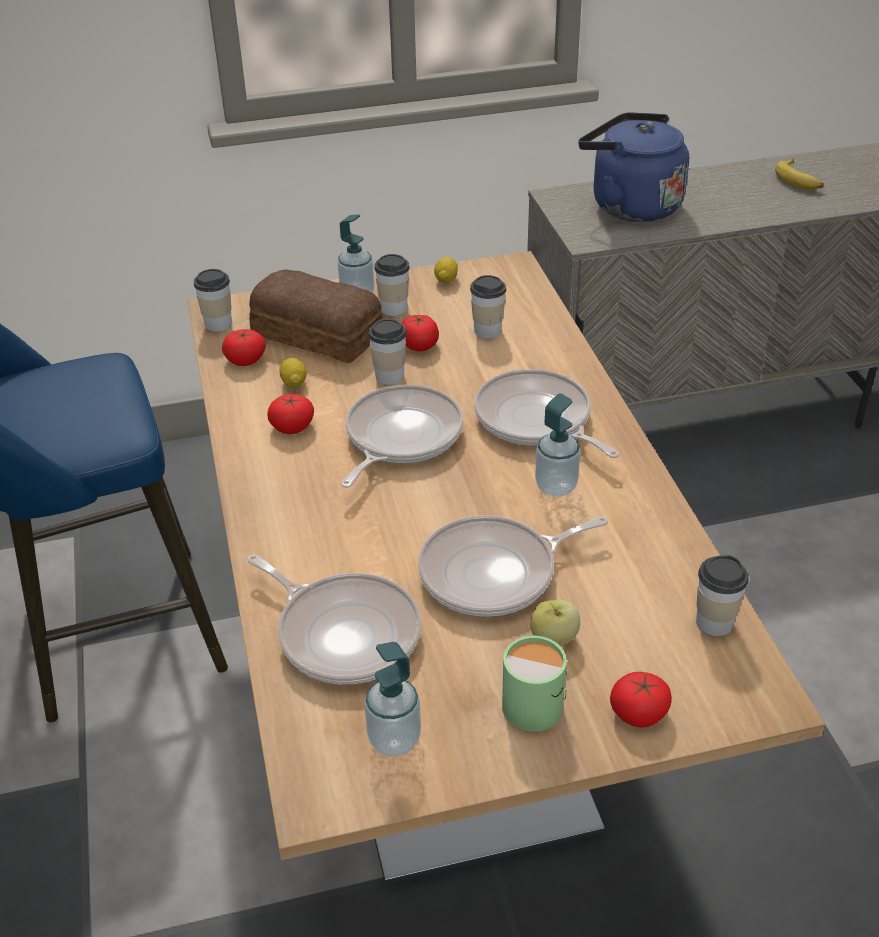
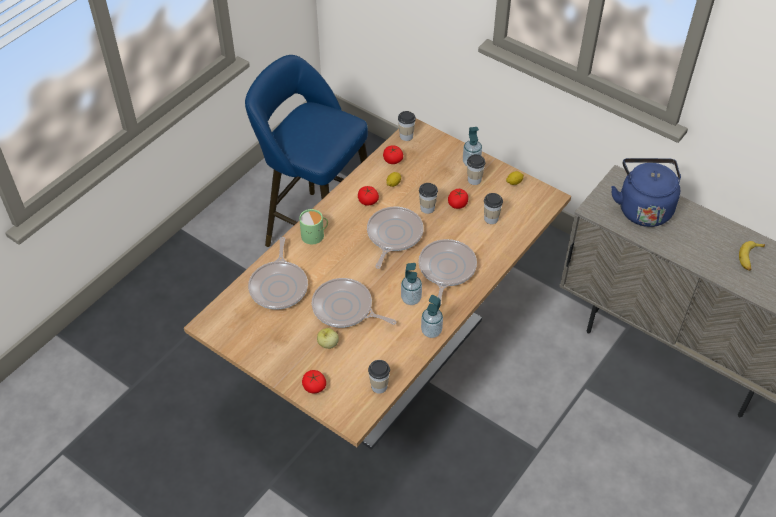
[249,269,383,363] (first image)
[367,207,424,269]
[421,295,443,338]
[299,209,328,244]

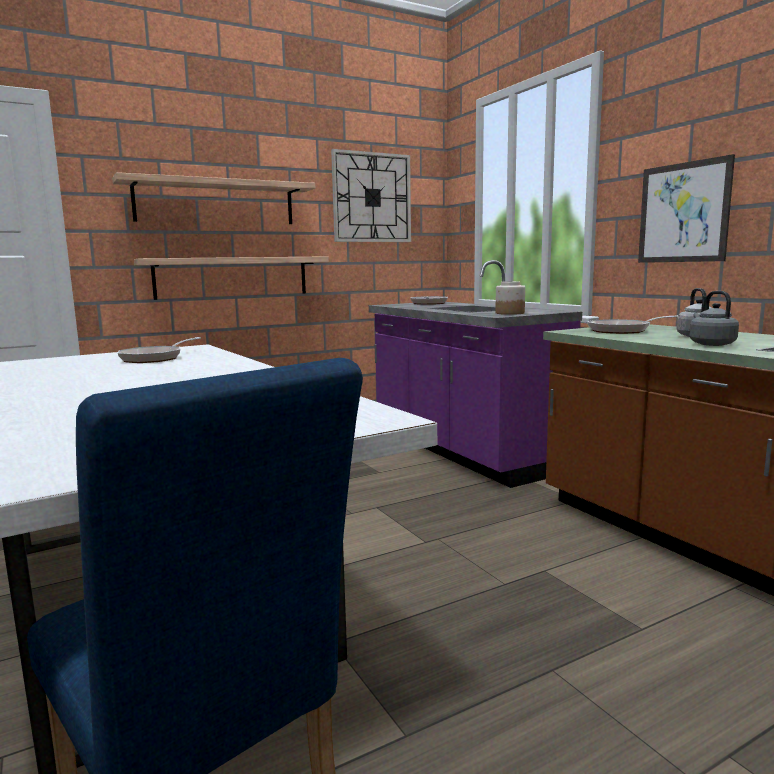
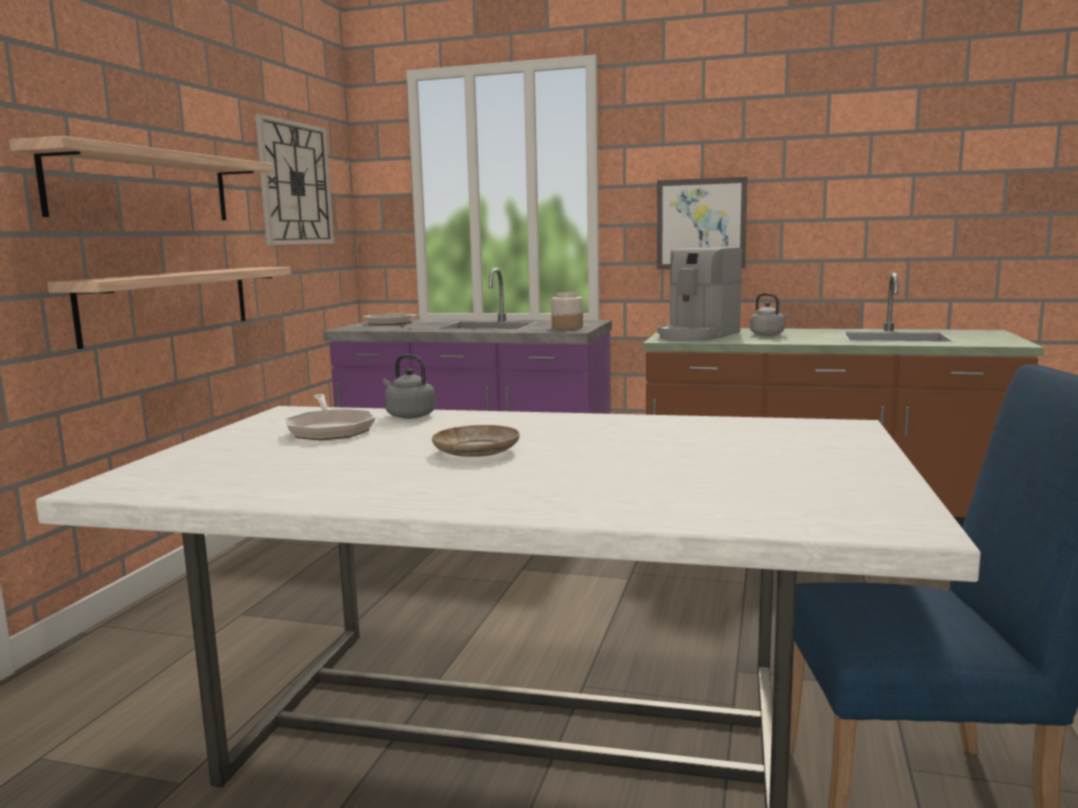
[657,247,742,341]
[383,355,436,419]
[432,425,520,457]

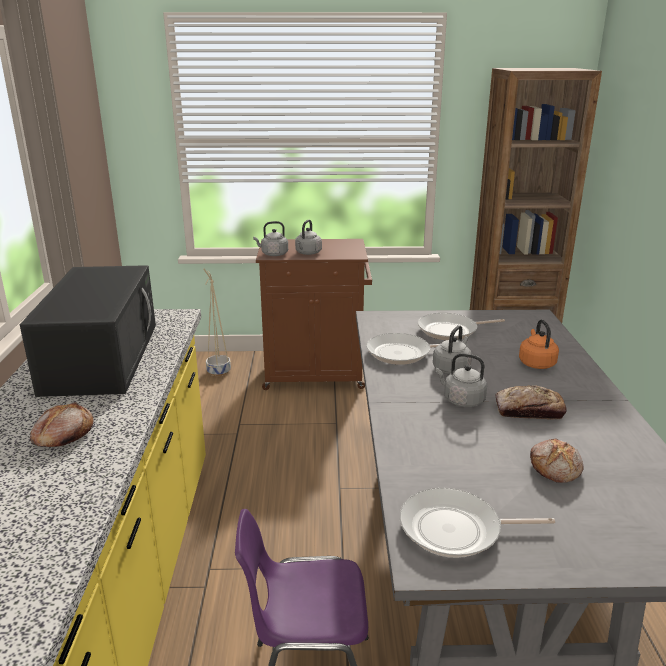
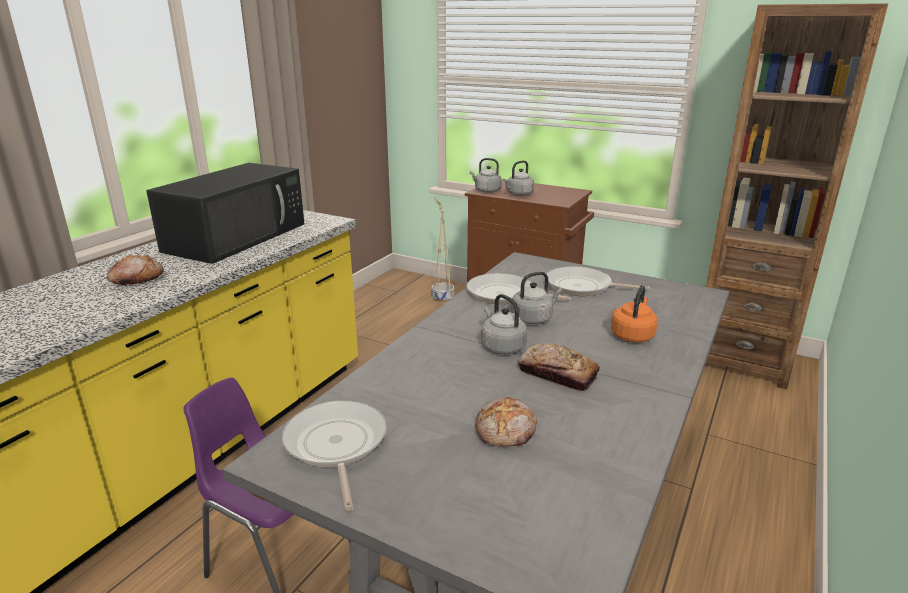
[282,400,387,511]

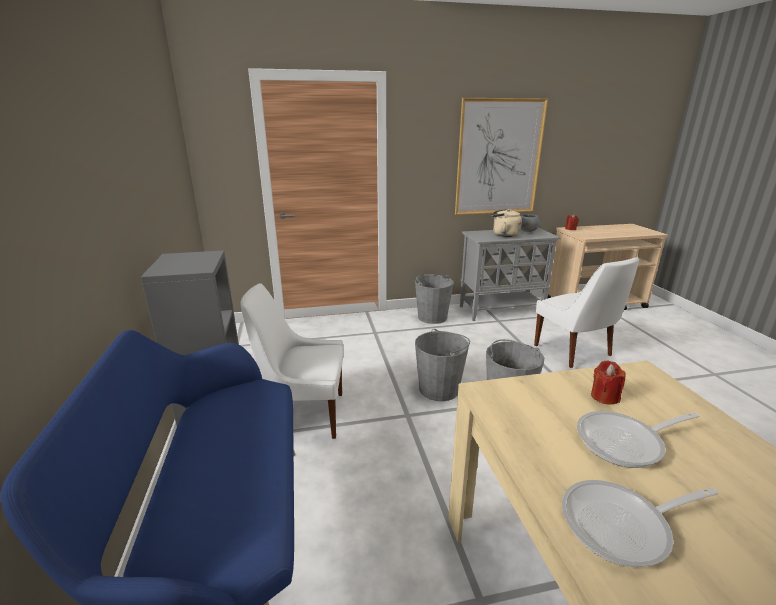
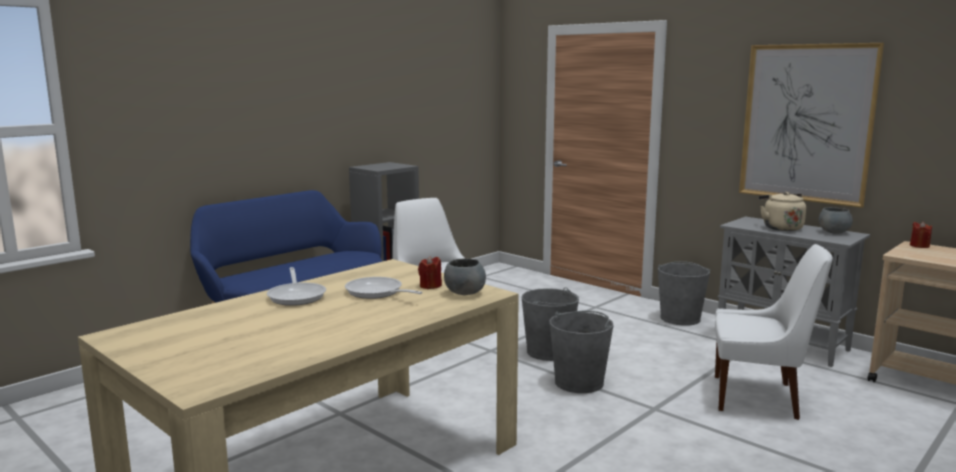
[715,244,833,420]
[267,267,326,306]
[444,259,486,295]

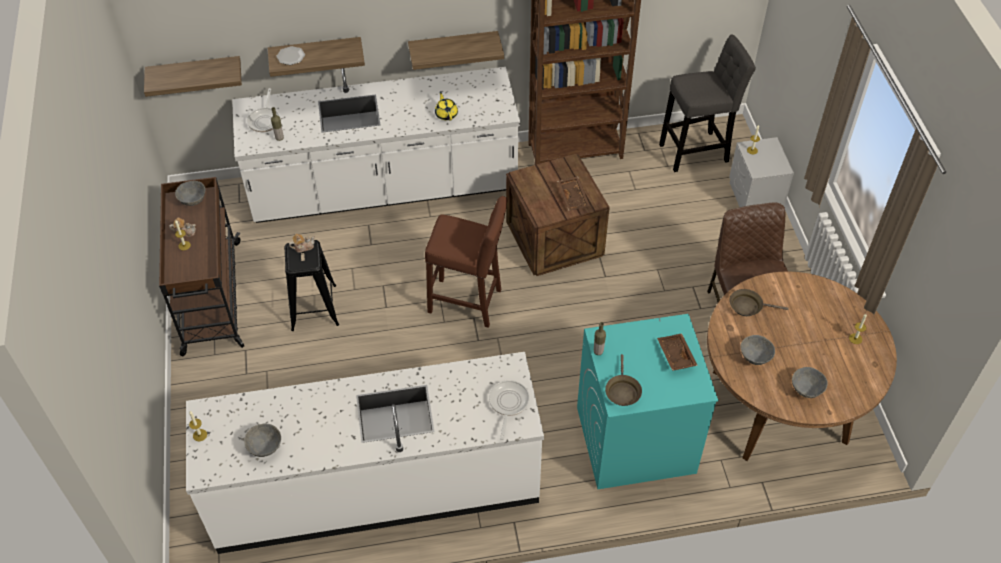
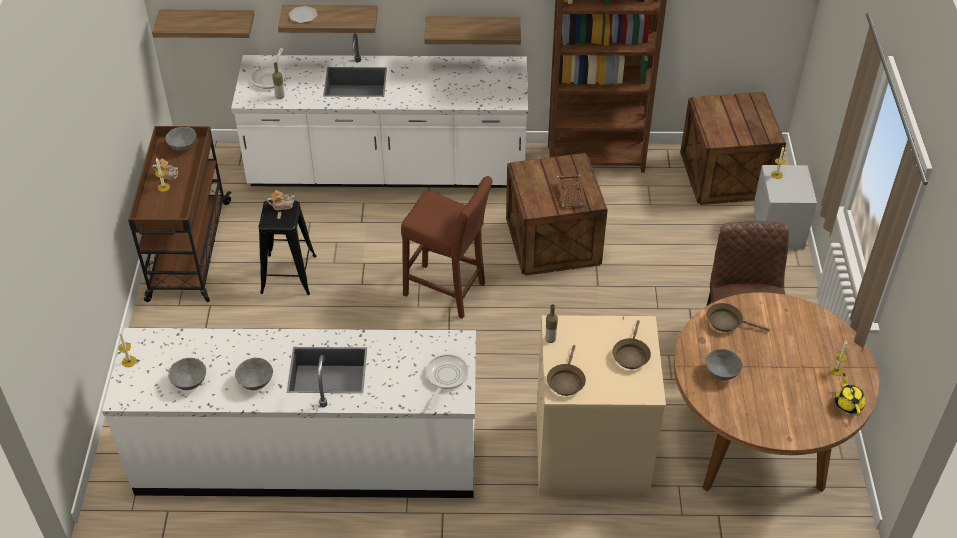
[835,373,865,416]
[537,315,666,496]
[612,320,651,369]
[680,92,786,205]
[235,358,273,390]

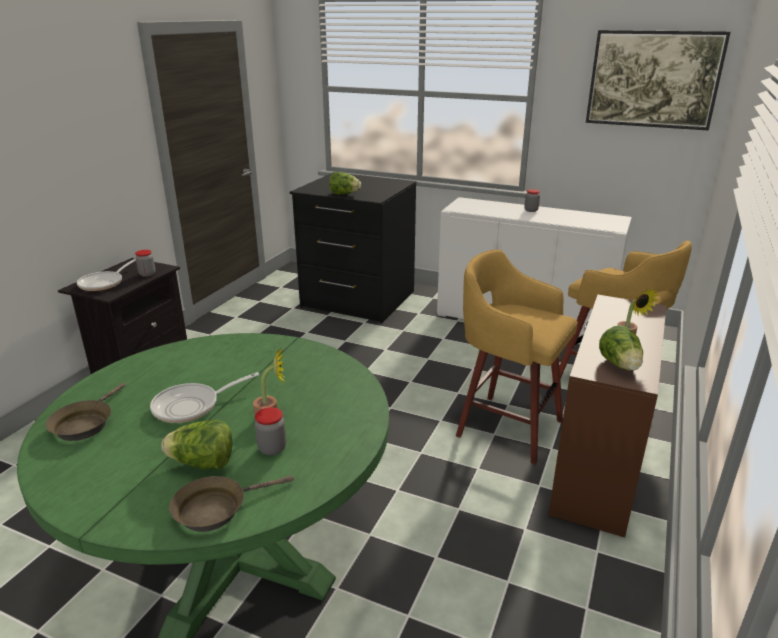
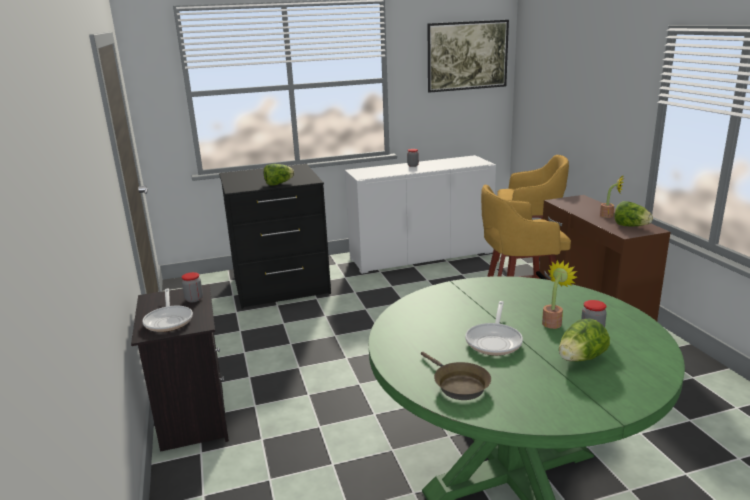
[169,475,294,532] (first image)

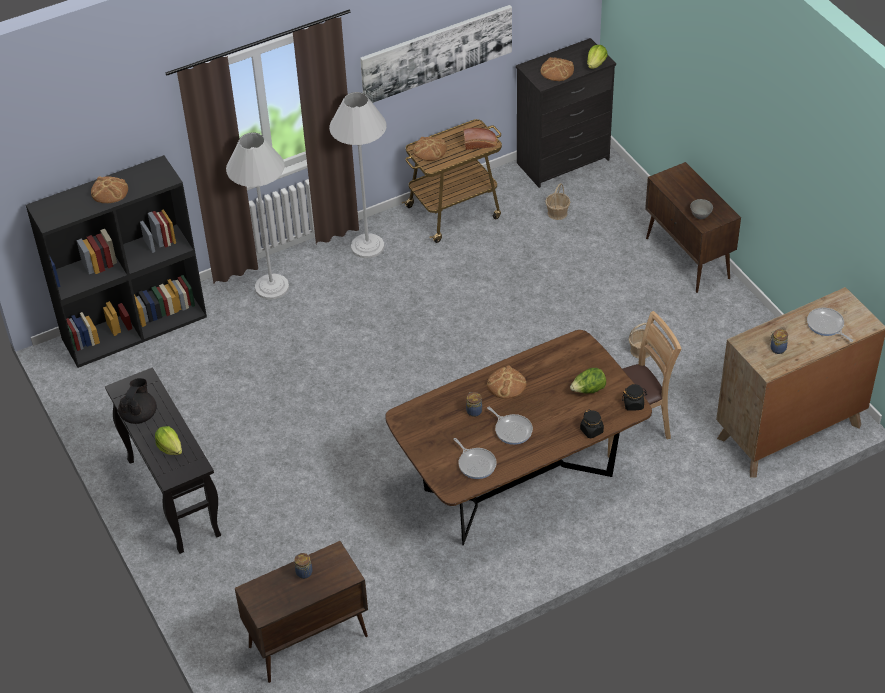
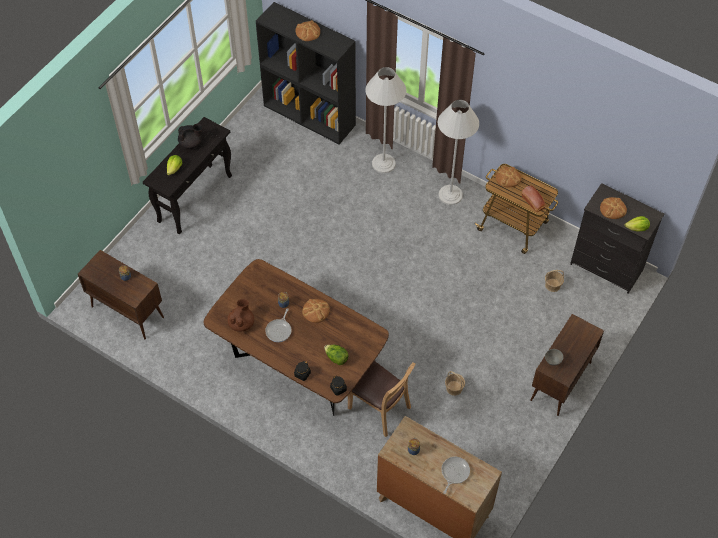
[360,5,512,103] (first image)
[227,299,254,332]

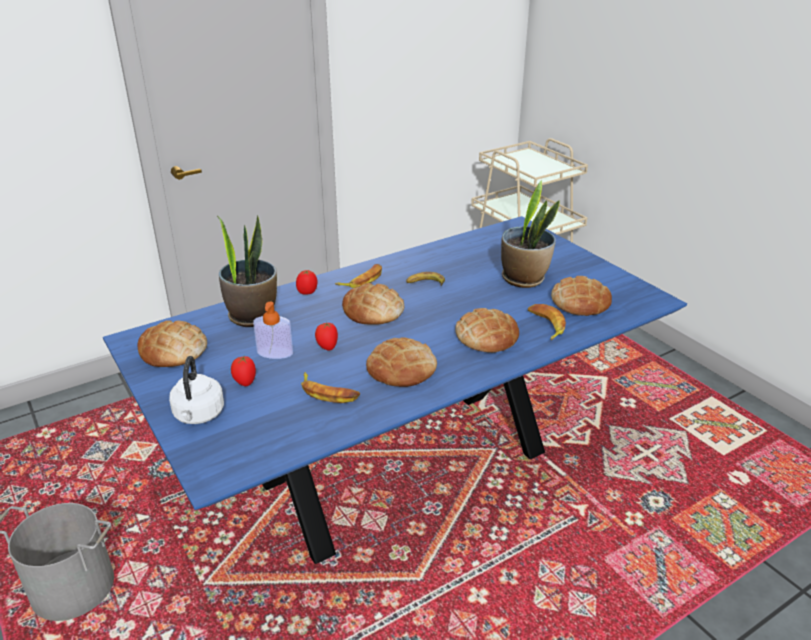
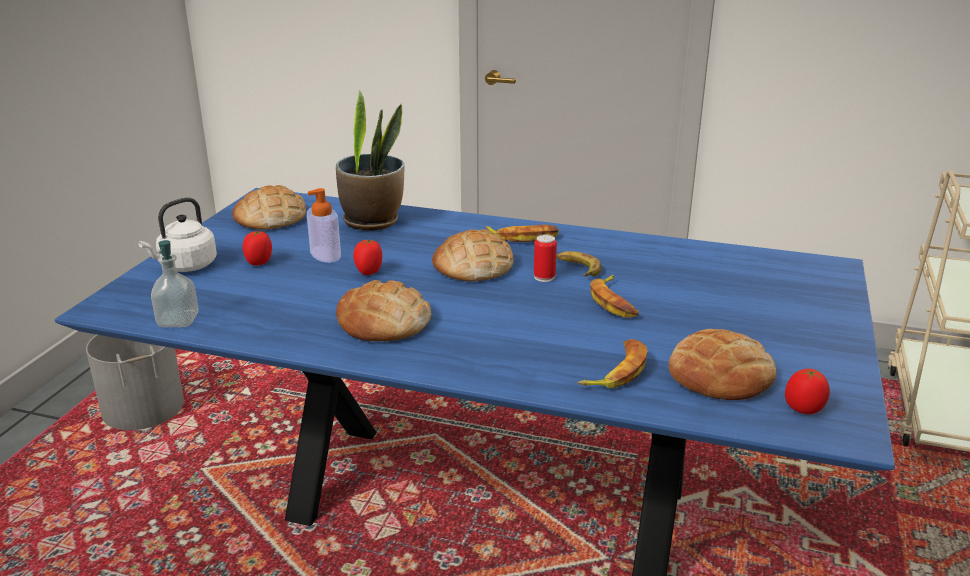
[785,369,830,414]
[590,275,639,318]
[455,308,519,353] (first image)
[501,180,560,288] (first image)
[151,240,199,327]
[534,234,557,282]

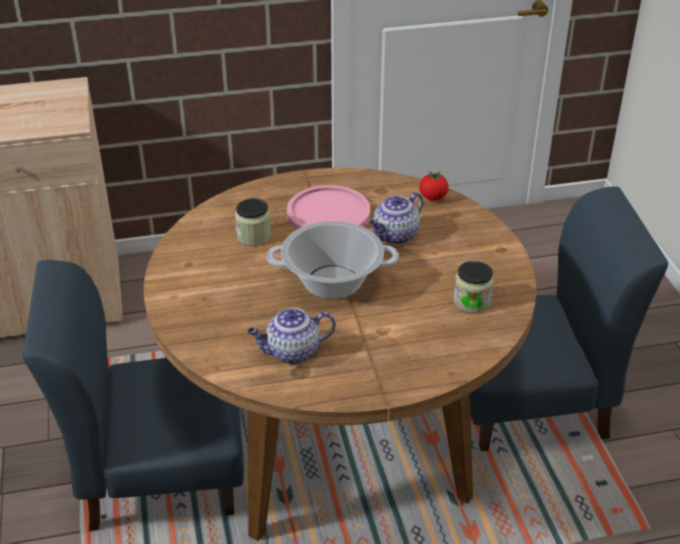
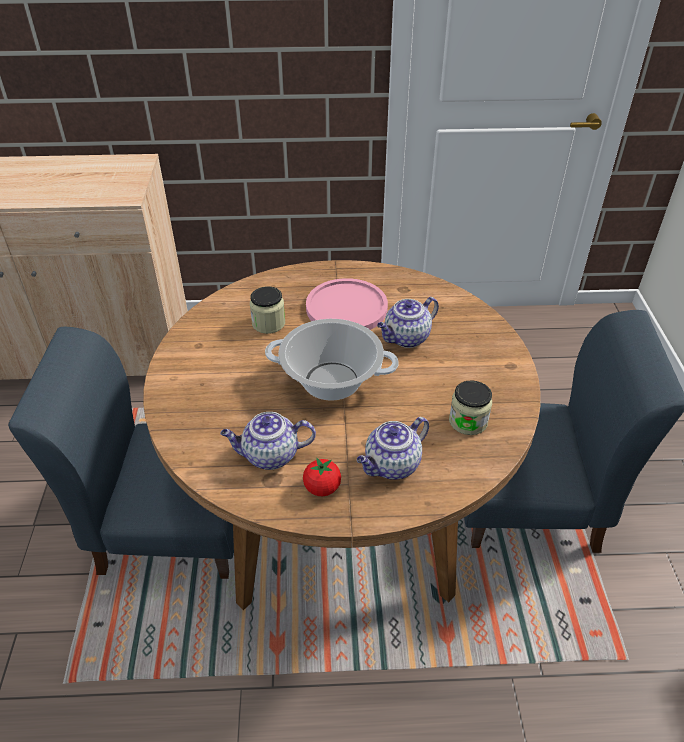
[303,458,341,496]
[357,417,429,480]

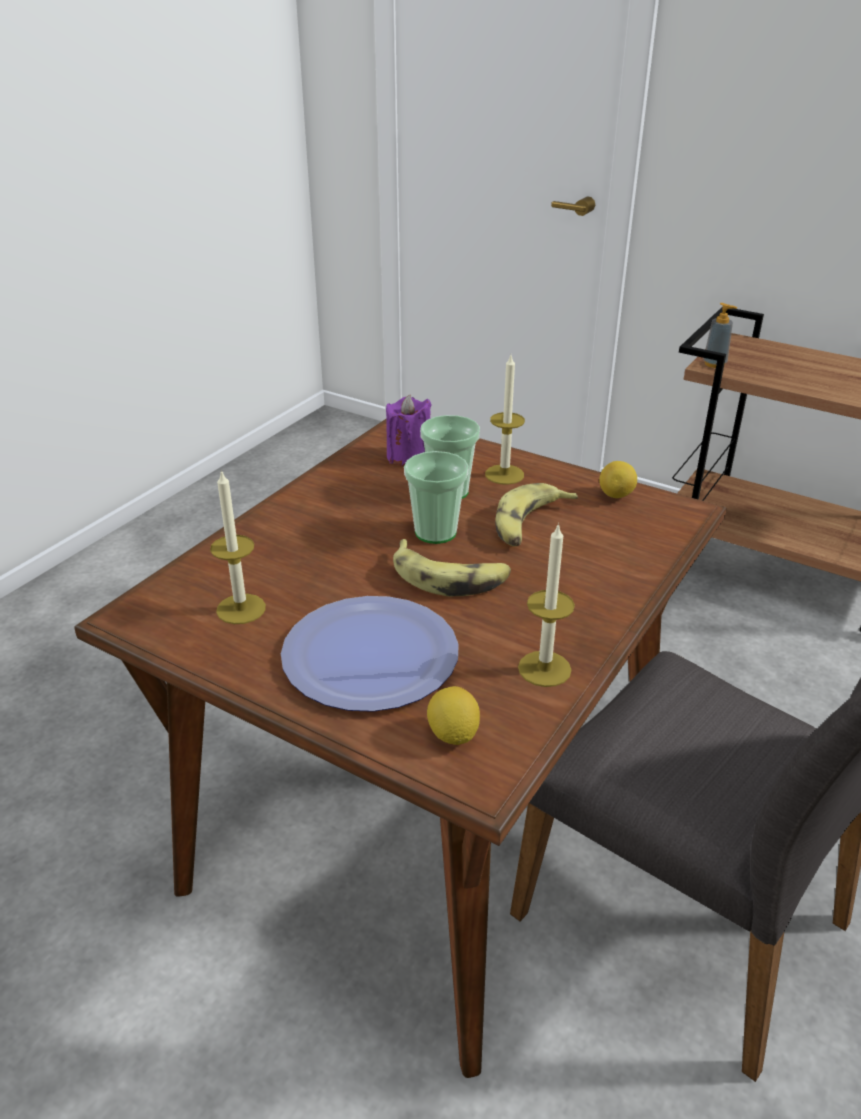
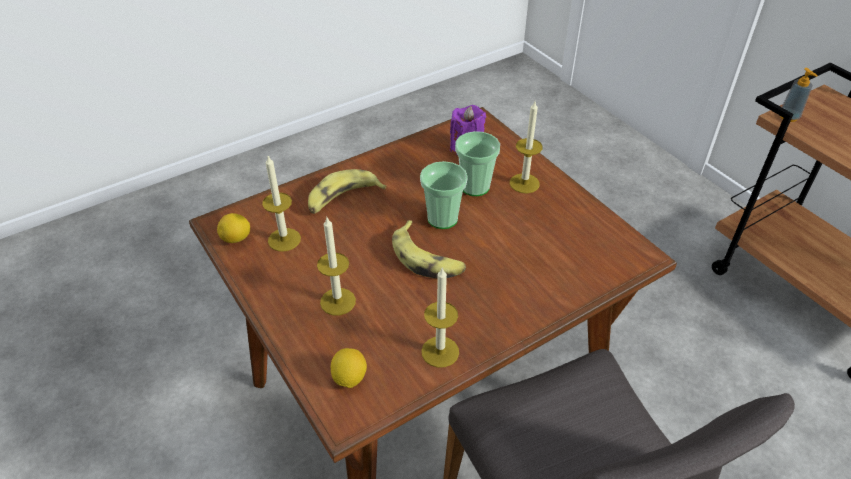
[317,216,356,315]
[308,169,387,214]
[217,213,250,243]

